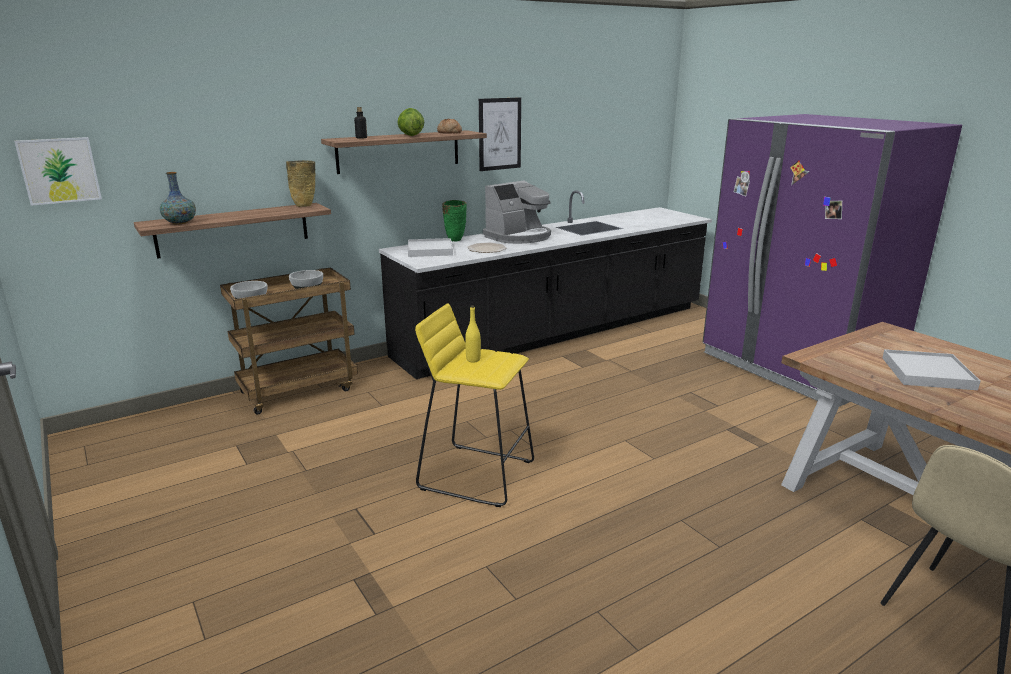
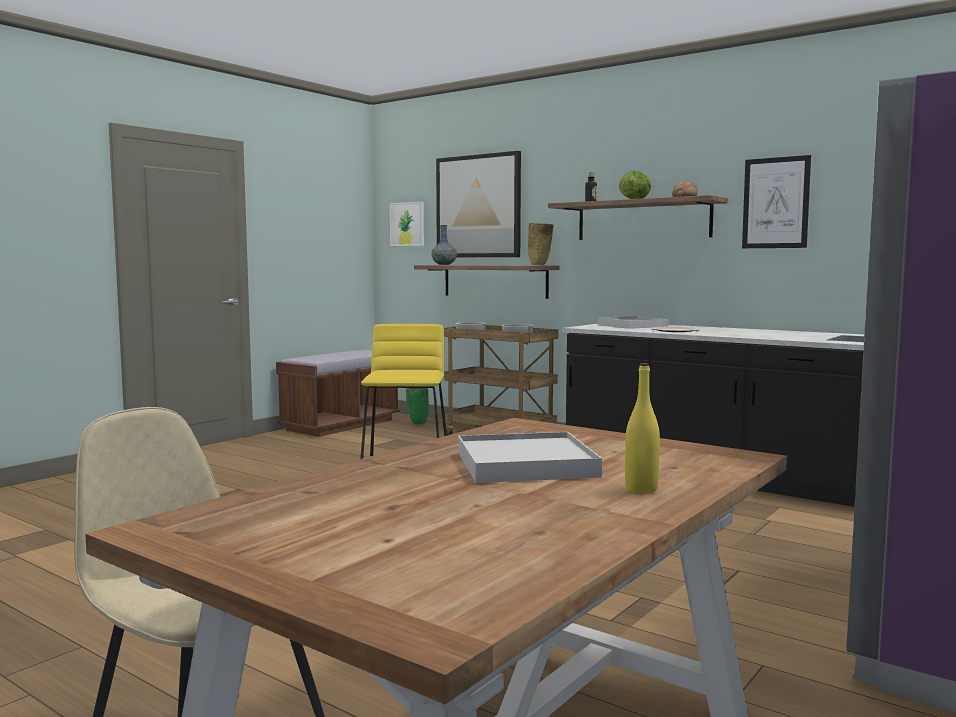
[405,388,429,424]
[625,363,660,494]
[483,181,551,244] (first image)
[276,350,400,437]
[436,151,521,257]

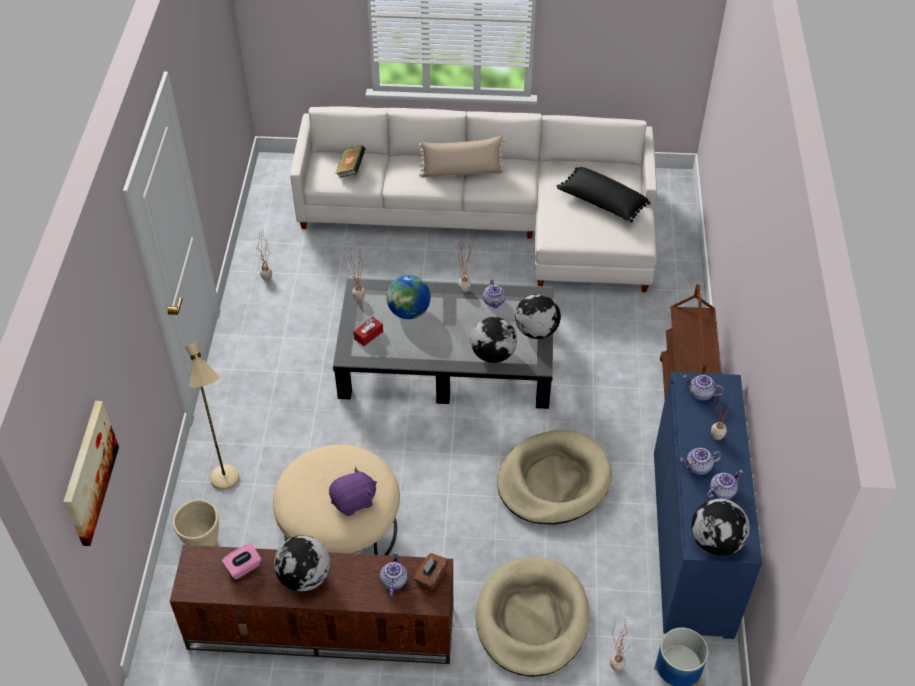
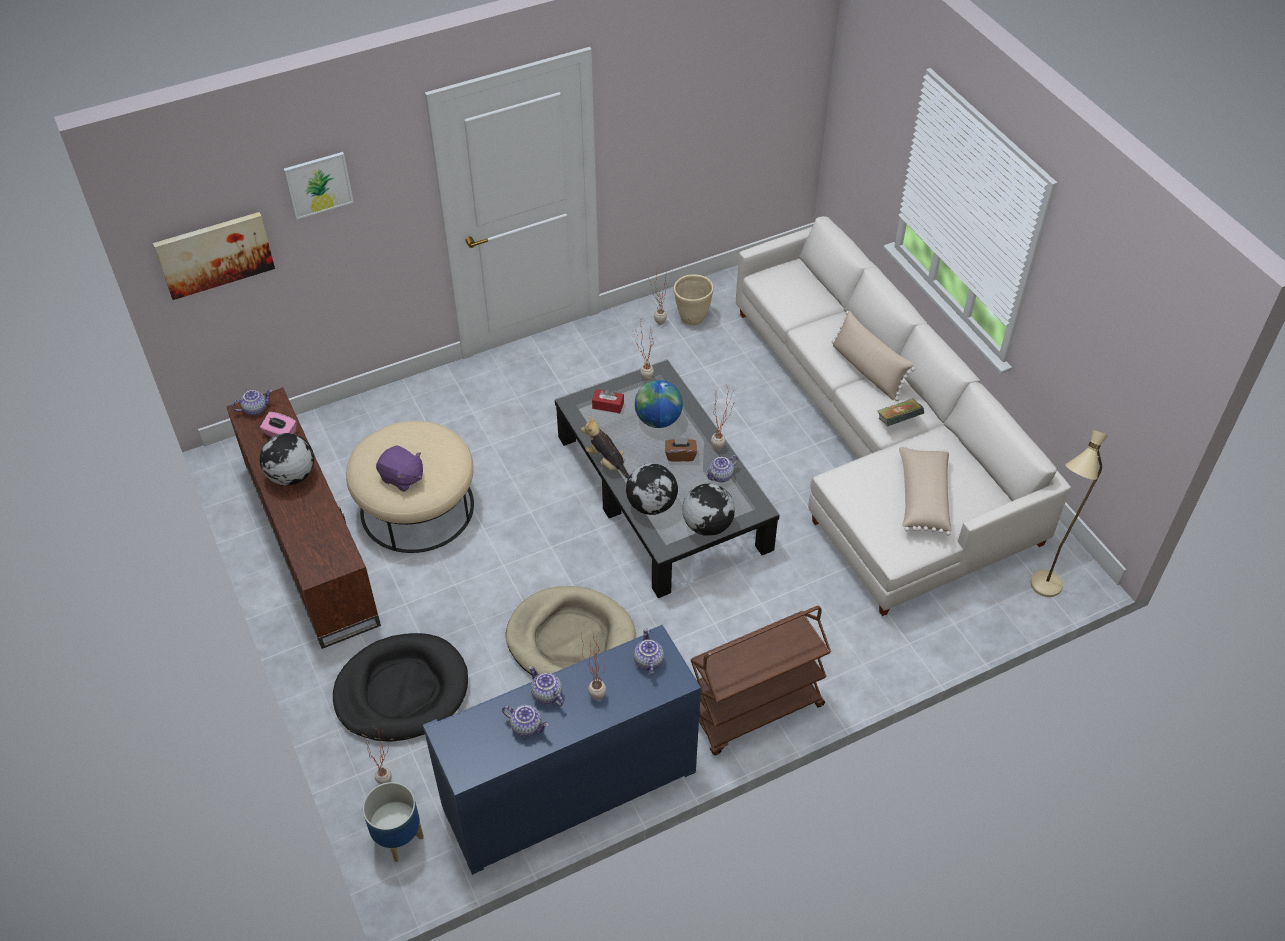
[674,274,713,325]
[1030,430,1108,597]
[877,399,924,427]
[232,390,272,415]
[665,437,697,462]
[333,633,468,742]
[899,446,951,536]
[691,498,750,556] (first image)
[284,152,354,220]
[581,416,630,479]

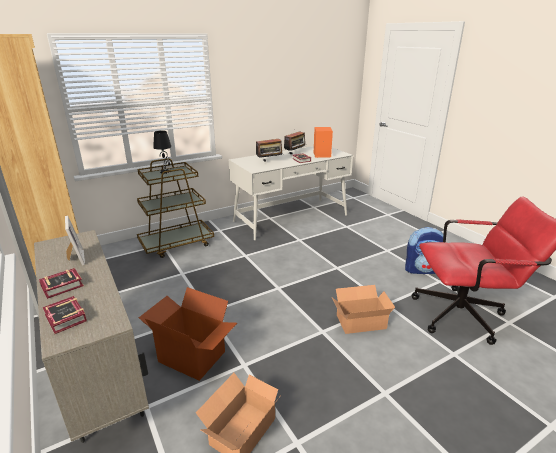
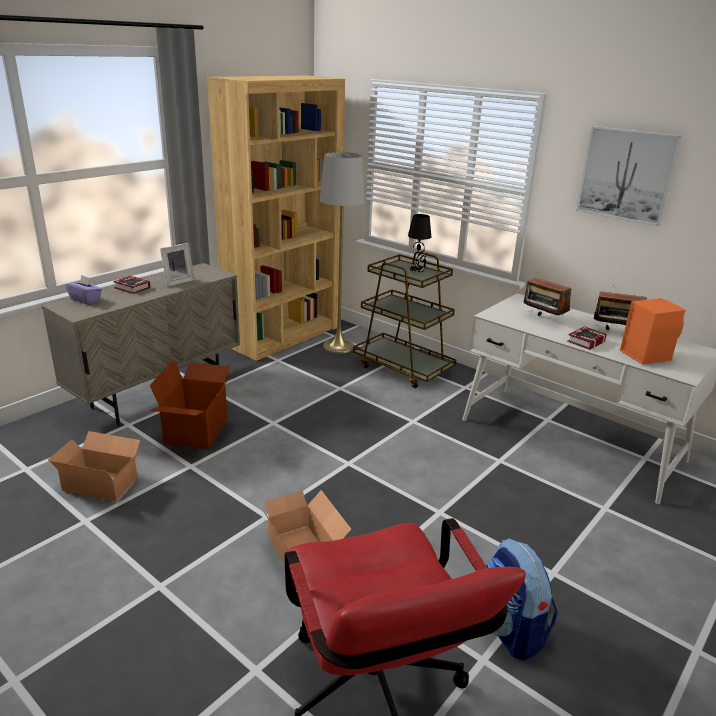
[65,275,102,304]
[320,152,365,354]
[576,126,682,226]

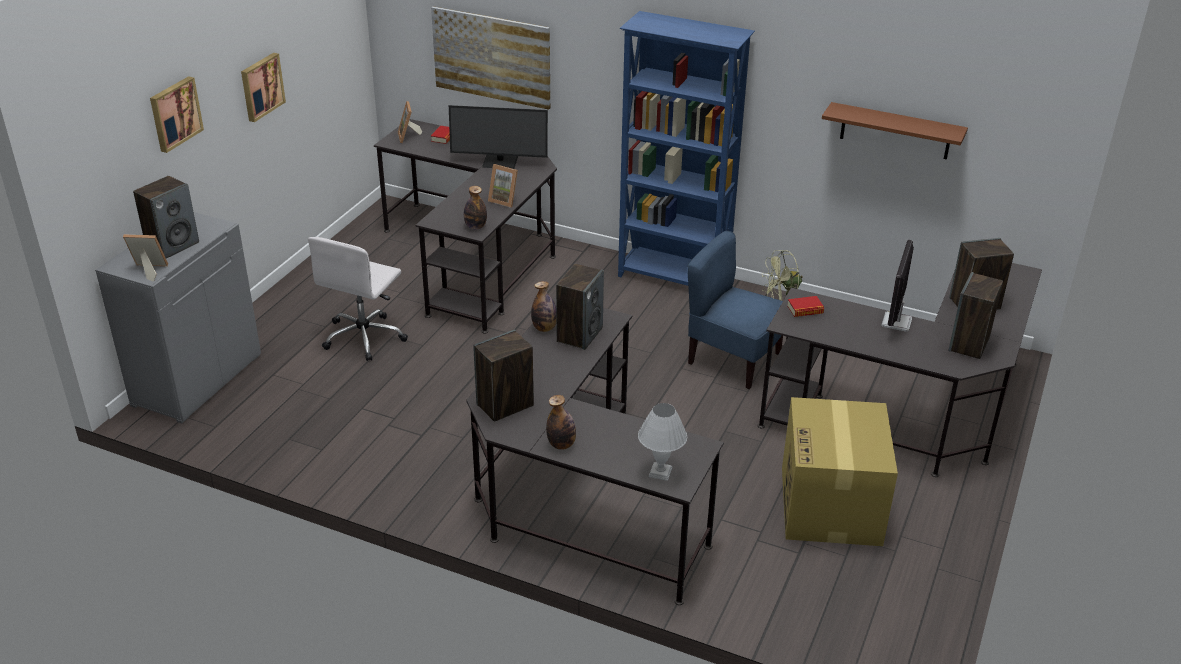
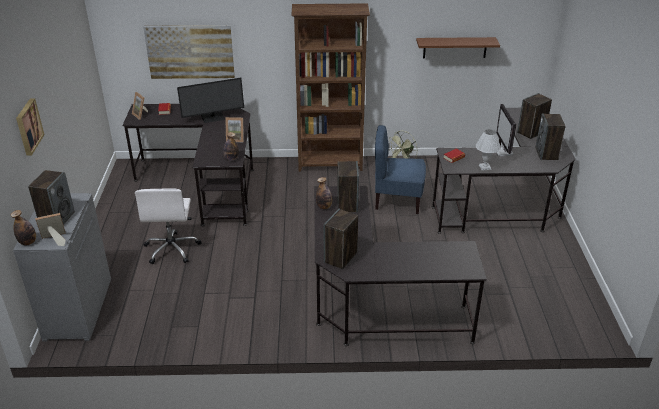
[241,53,286,122] (first image)
[11,210,36,245]
[291,3,370,172]
[475,129,501,171]
[782,397,898,546] (first image)

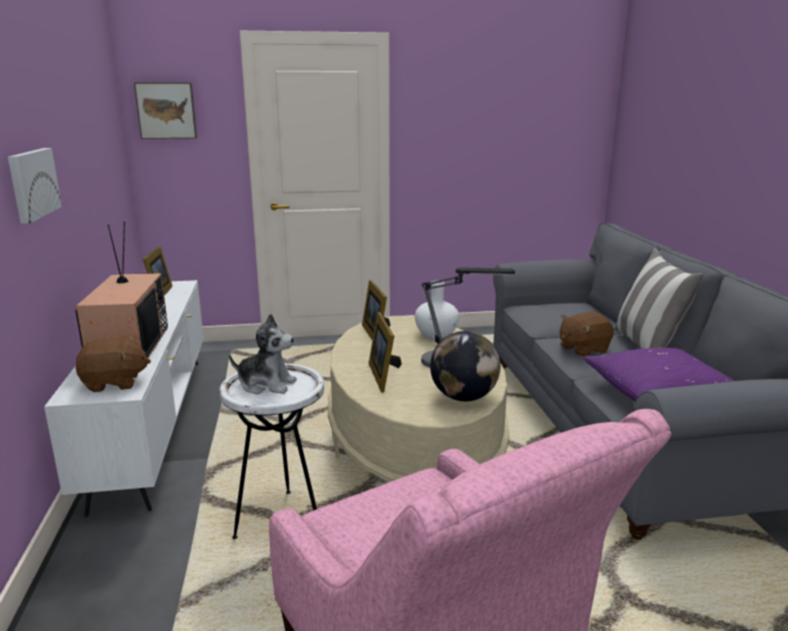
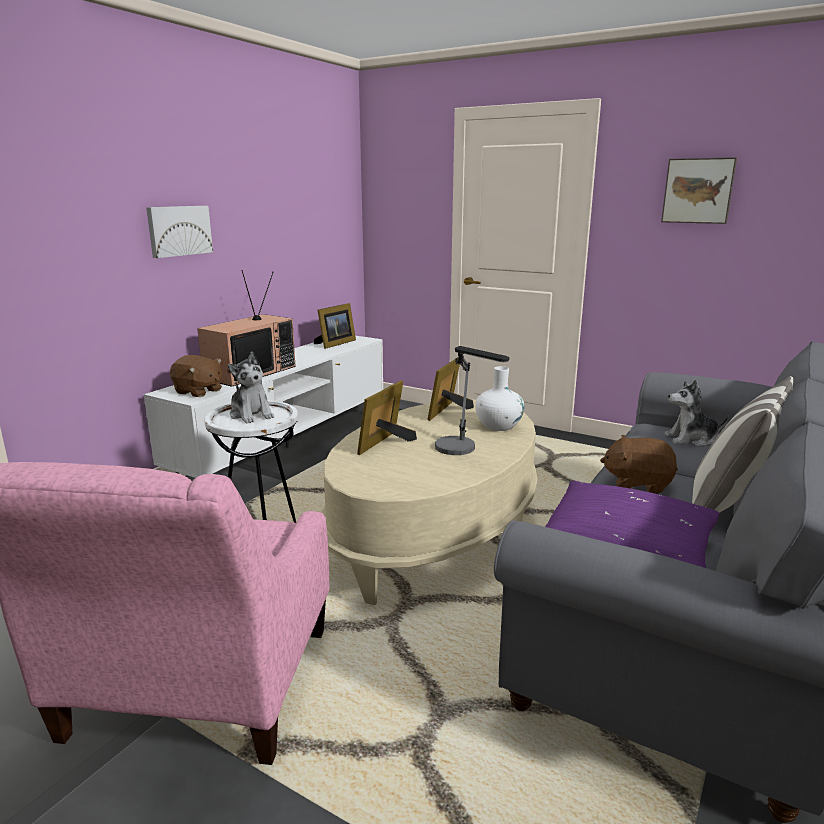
[661,157,737,224]
[430,331,500,401] (first image)
[665,380,728,447]

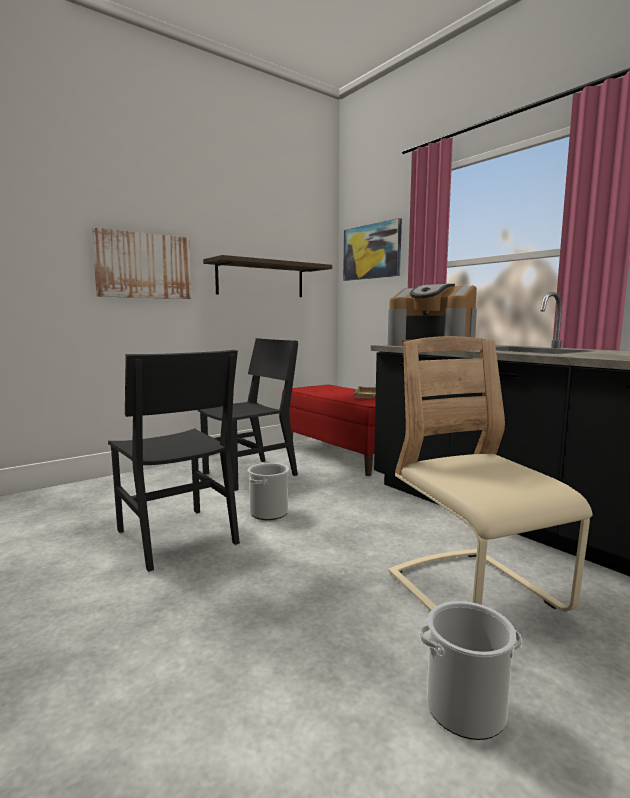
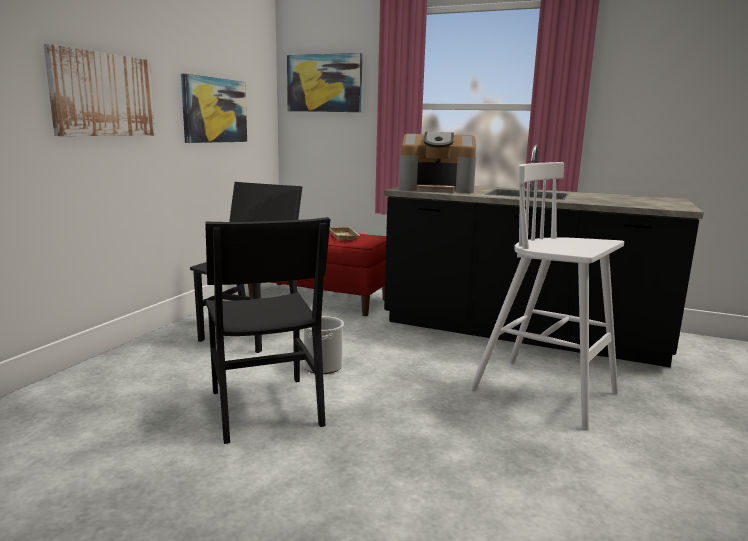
[205,217,330,444]
[181,74,247,143]
[470,162,624,430]
[420,601,522,740] (first image)

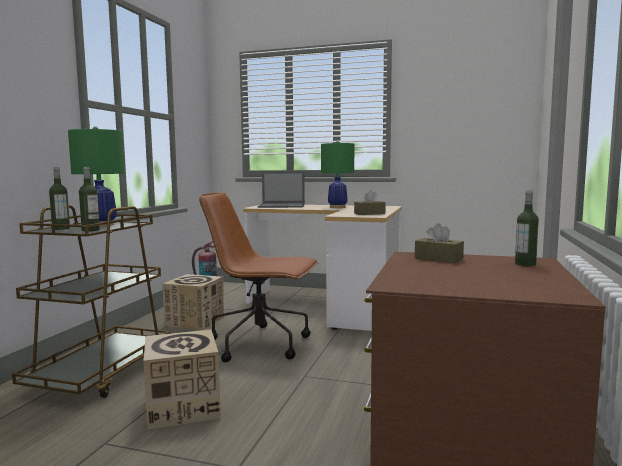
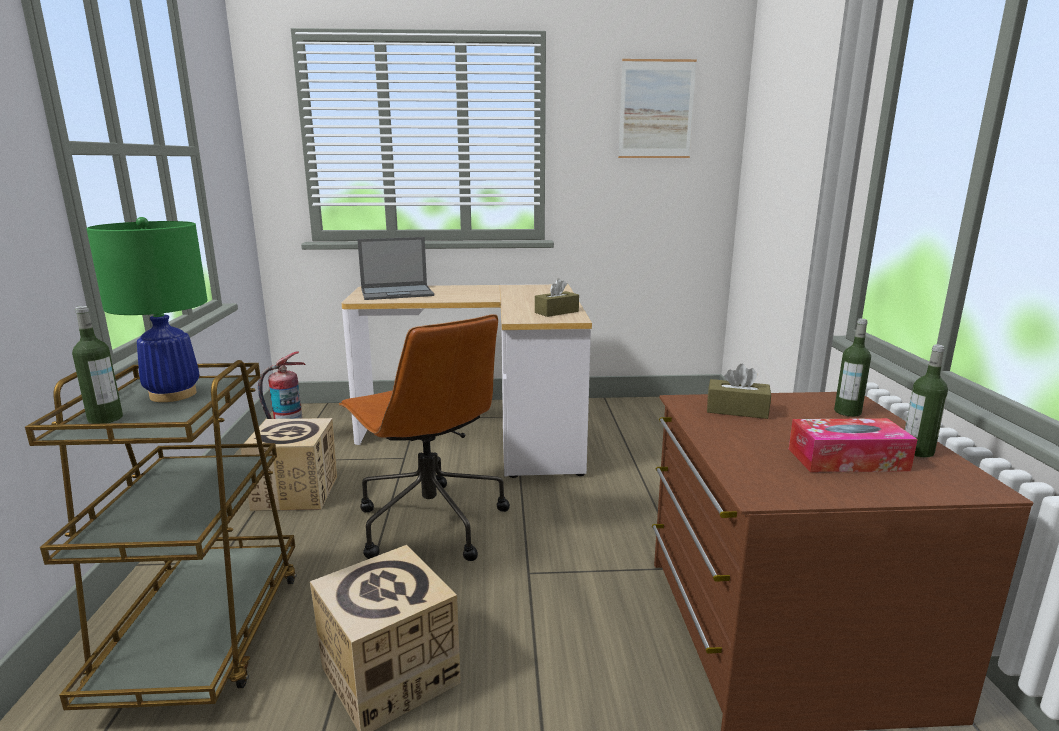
[905,345,948,458]
[339,314,510,561]
[321,141,354,208] (first image)
[618,59,697,158]
[789,418,918,472]

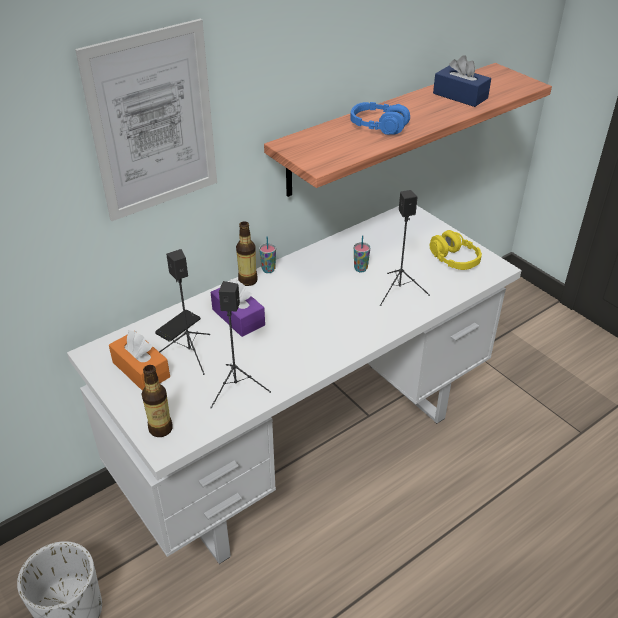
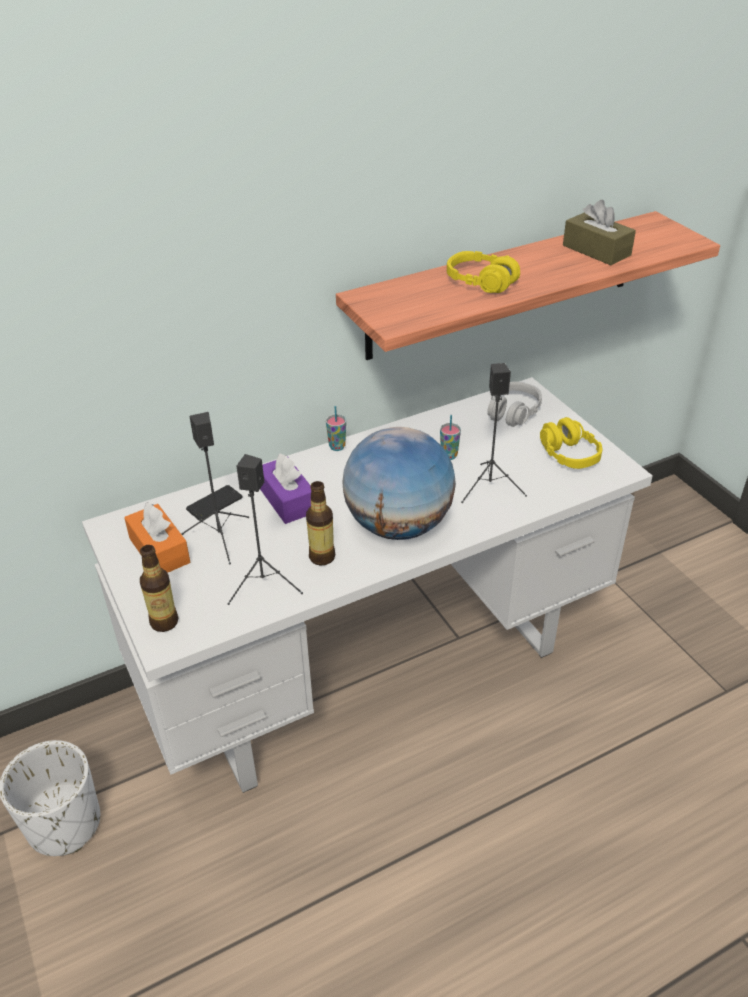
[75,19,217,221] (first image)
[306,481,335,566]
[447,251,520,293]
[563,200,636,265]
[342,427,456,540]
[487,381,542,427]

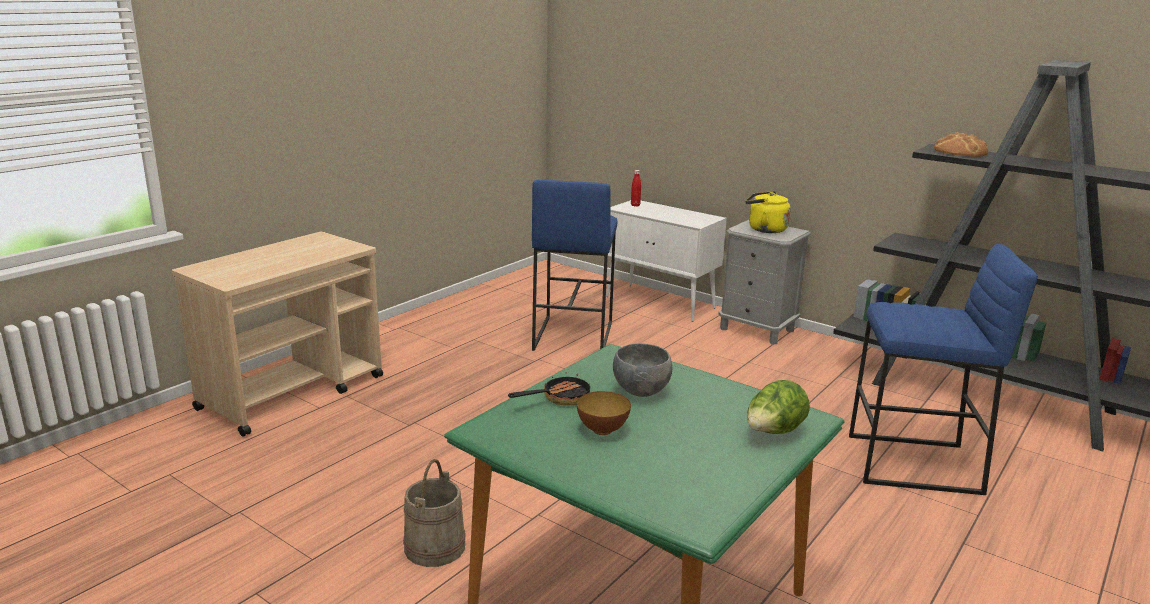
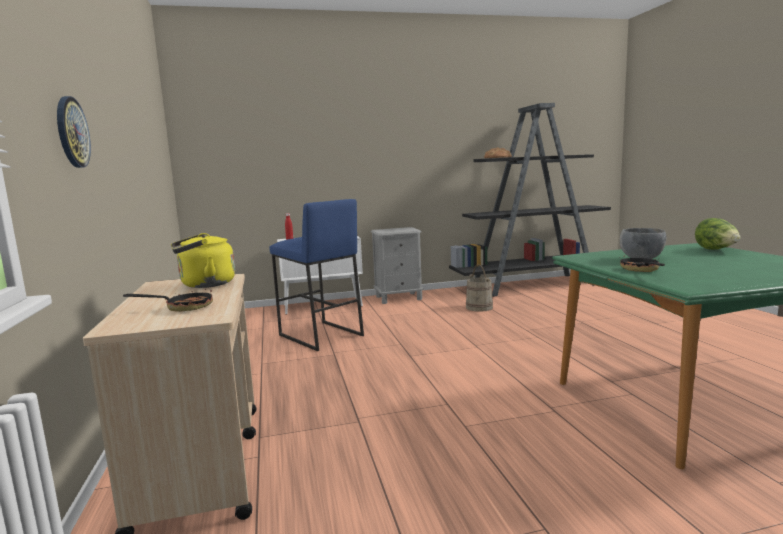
[466,264,493,312]
[577,391,631,435] (first image)
[171,233,235,288]
[849,244,1038,495] (first image)
[57,96,91,168]
[123,289,213,312]

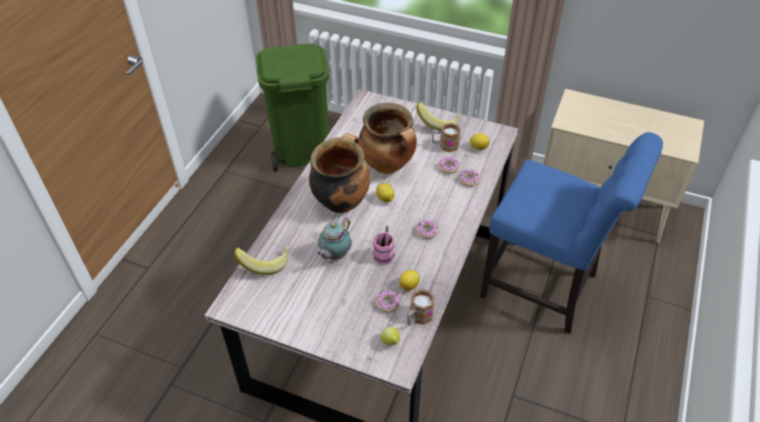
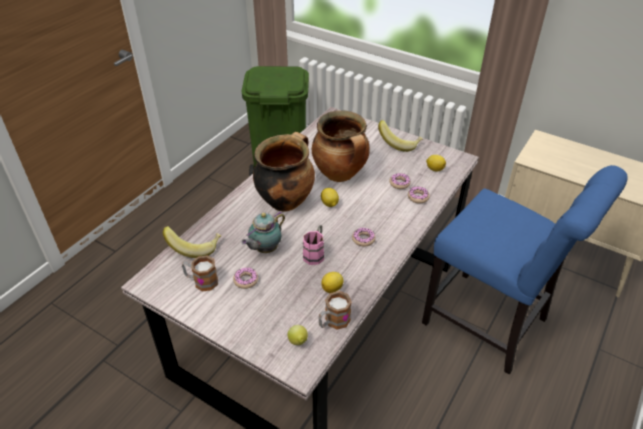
[233,267,258,289]
[182,255,218,292]

